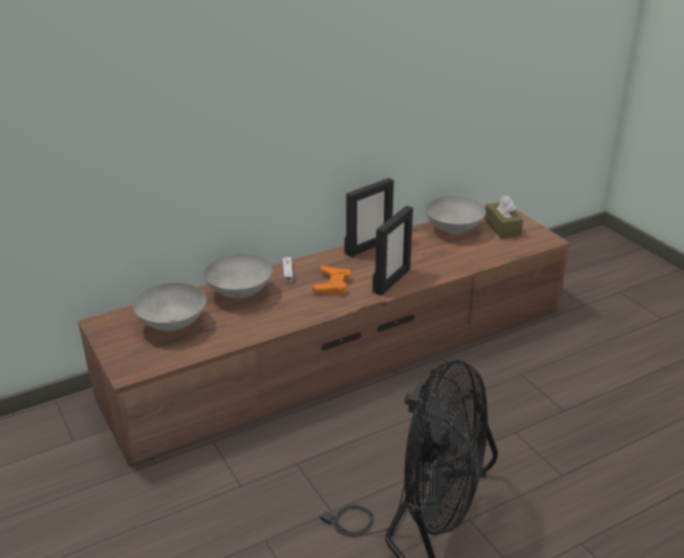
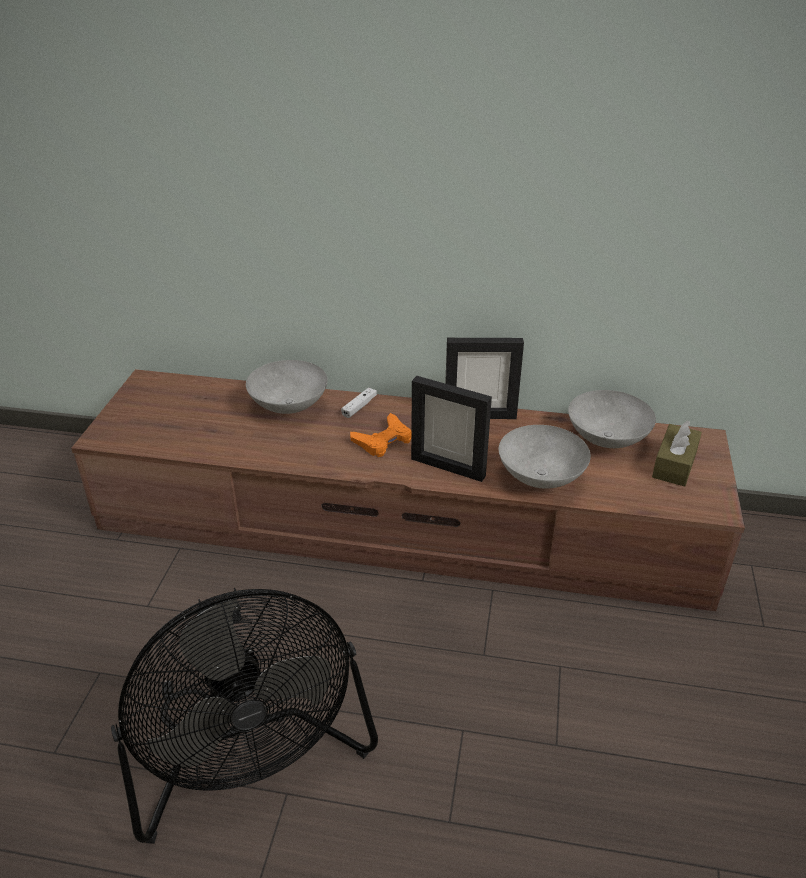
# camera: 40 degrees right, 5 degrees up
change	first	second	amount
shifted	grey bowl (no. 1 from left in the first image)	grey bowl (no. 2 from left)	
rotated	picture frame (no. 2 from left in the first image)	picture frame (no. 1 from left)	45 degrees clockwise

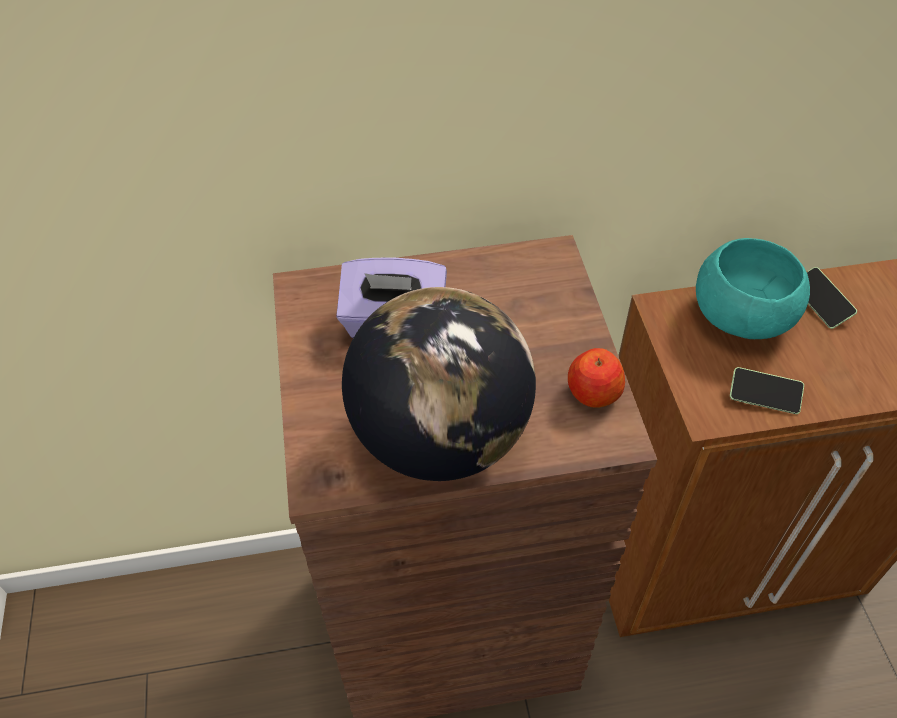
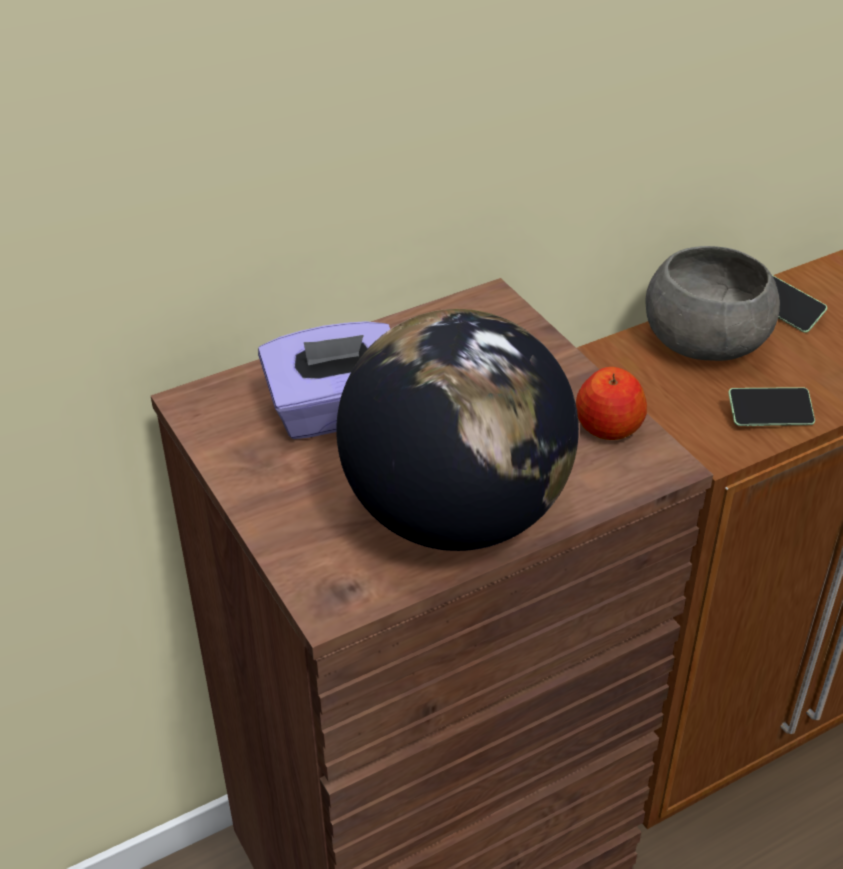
# camera: 20 degrees left, 10 degrees down
change	first	second	amount
repainted	turquoise bowl	grey bowl	

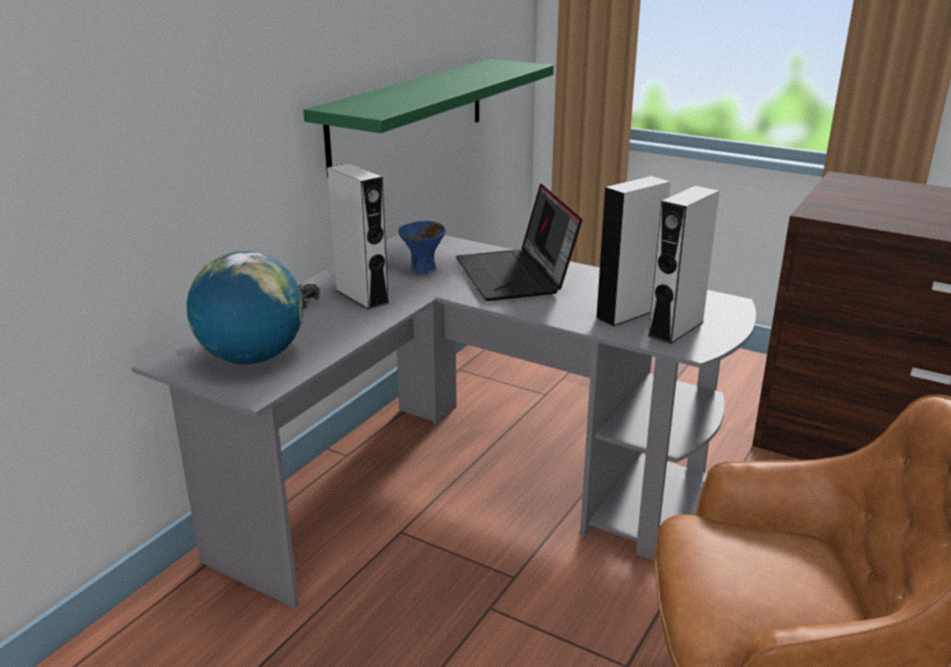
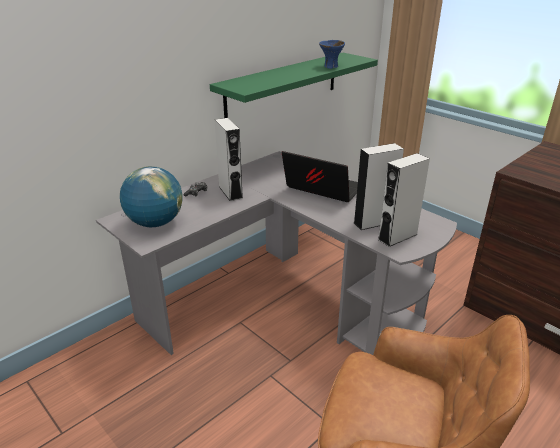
# camera: 15 degrees right, 5 degrees up
change	first	second	amount
shifted	blue bowl		
rotated	laptop		120 degrees clockwise

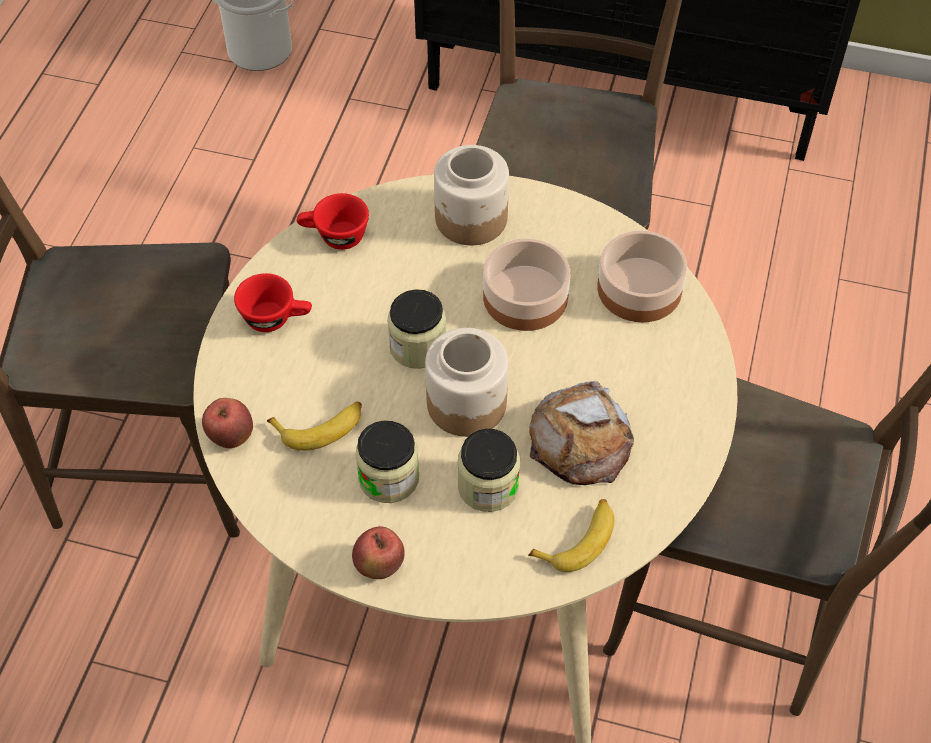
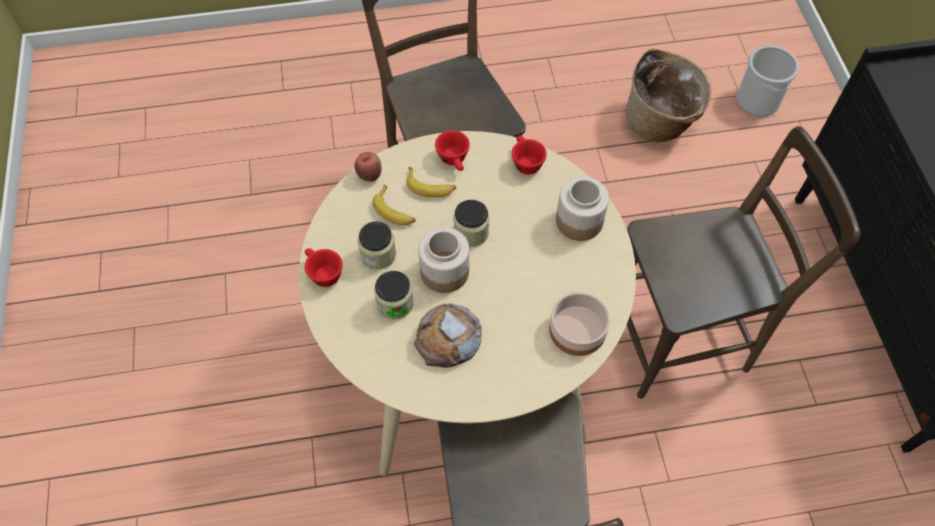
# camera: 65 degrees right, 5 degrees up
change	first	second	amount
gone	bowl (no. 1 from left)		
new		basket	
shifted	banana (no. 2 from left)		
swapped	apple (no. 2 from left)	red cup (no. 1 from left)	

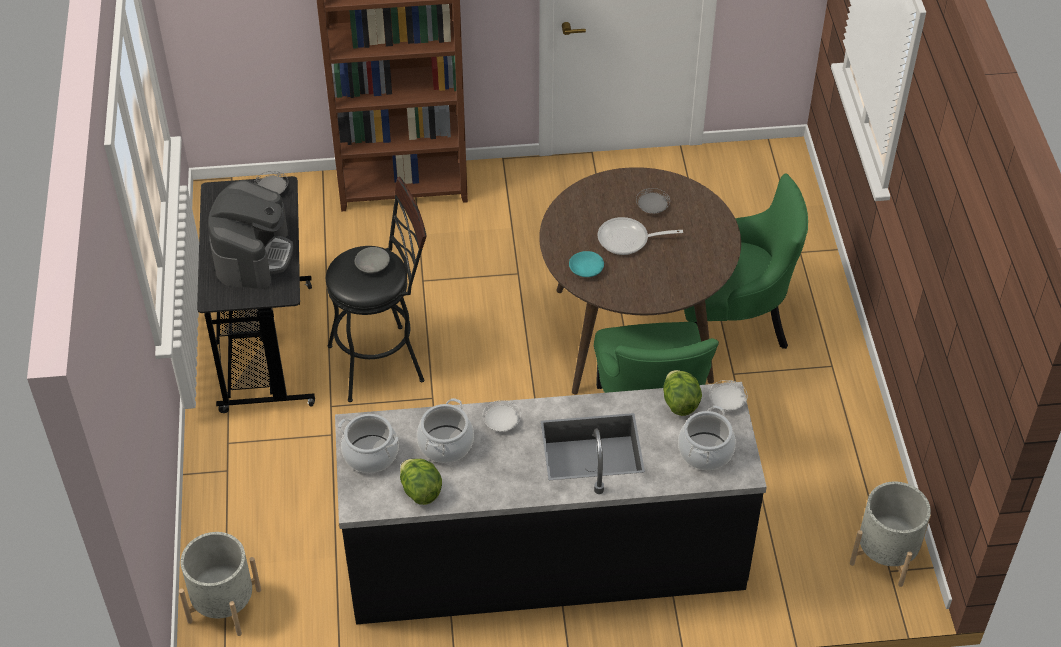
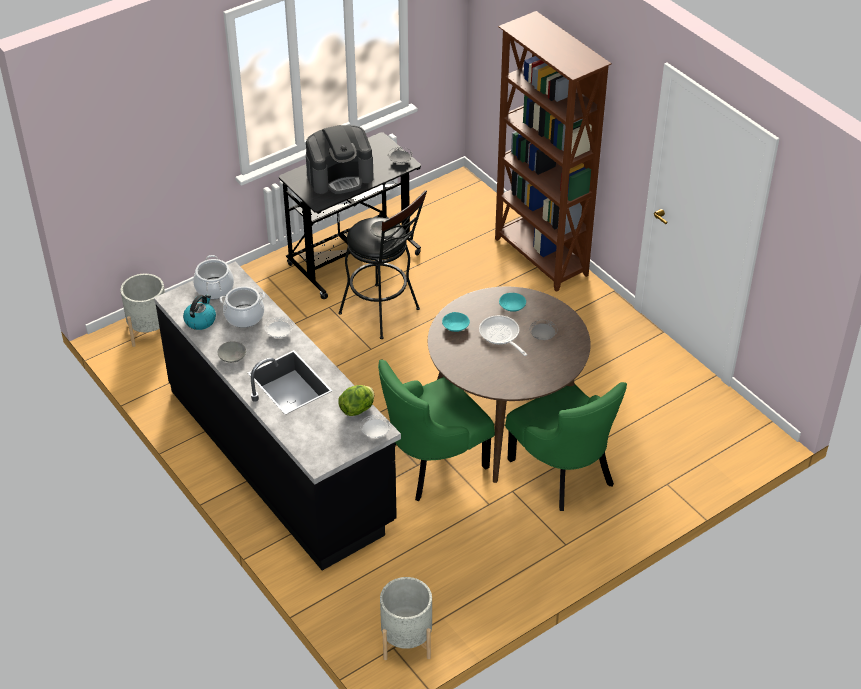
# camera: 60 degrees right, 5 degrees down
change	first	second	amount
gone	cooking pot (no. 3 from left)		
new		grey bowl (no. 1 from left)	
new		turquoise bowl (no. 2 from left)	
swapped	lettuce (no. 1 from left)	kettle	

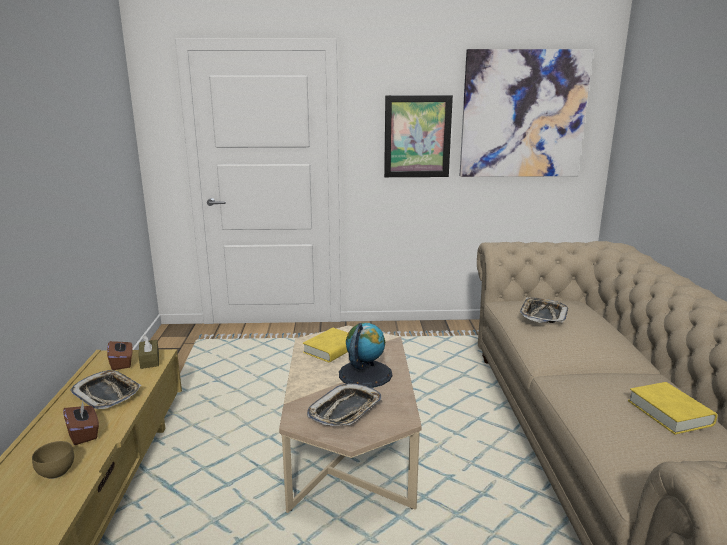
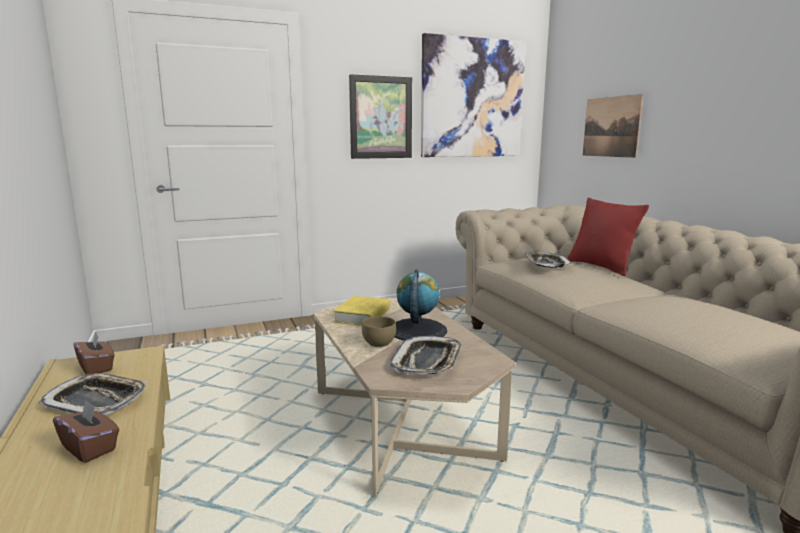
# camera: 20 degrees left, 5 degrees down
change	first	second	amount
gone	brown tissue box (no. 3 from left)		
gone	yellow book (no. 2 from left)		
new		red pillow	
new		picture (no. 3 from left)	
shifted	brown bowl		

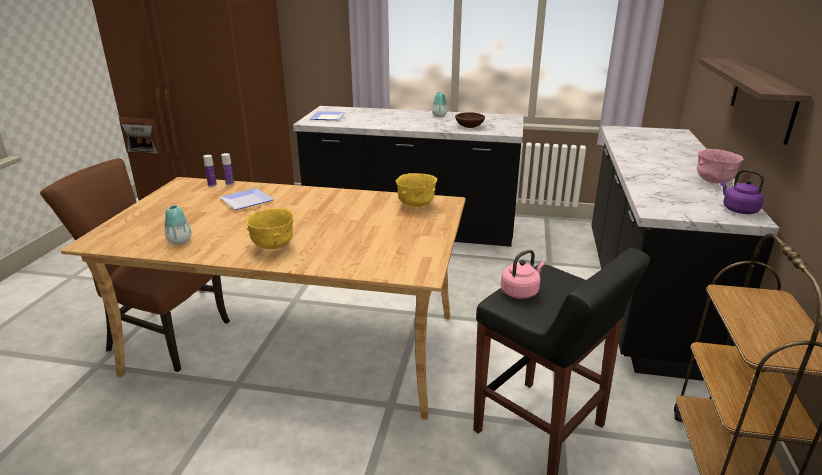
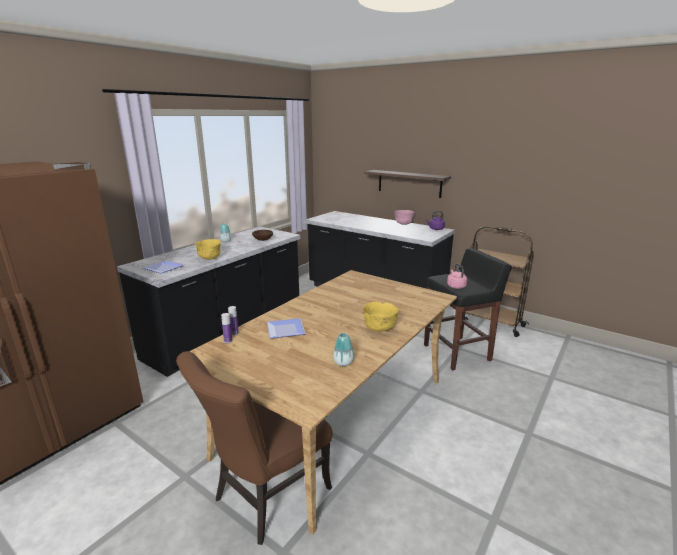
# camera: 65 degrees left, 5 degrees down
change	first	second	amount
shifted	yellow bowl (no. 2 from left in the first image)	yellow bowl (no. 1 from left)	

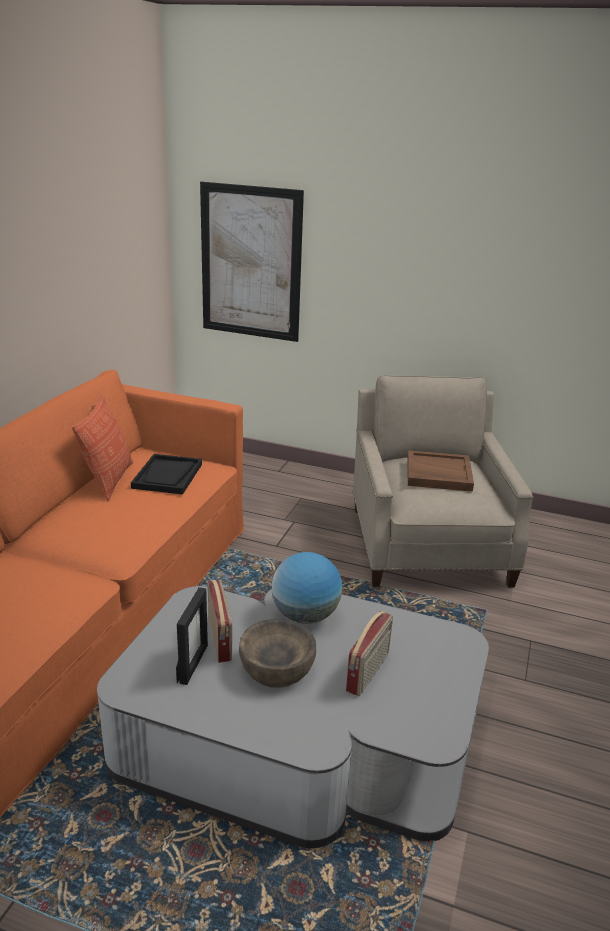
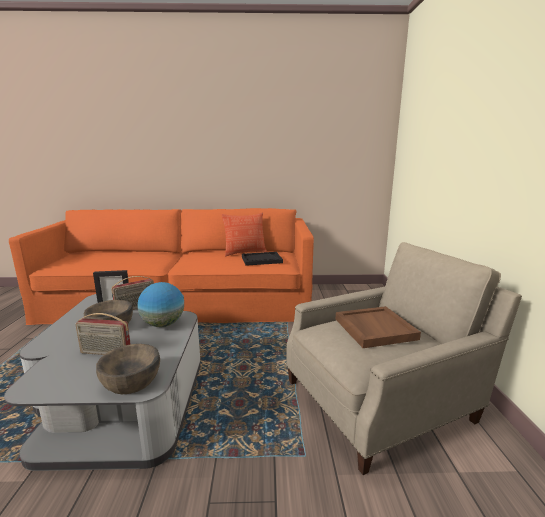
# camera: 70 degrees right, 10 degrees down
change	first	second	amount
gone	picture		
new		brown bowl (no. 2 from left)	

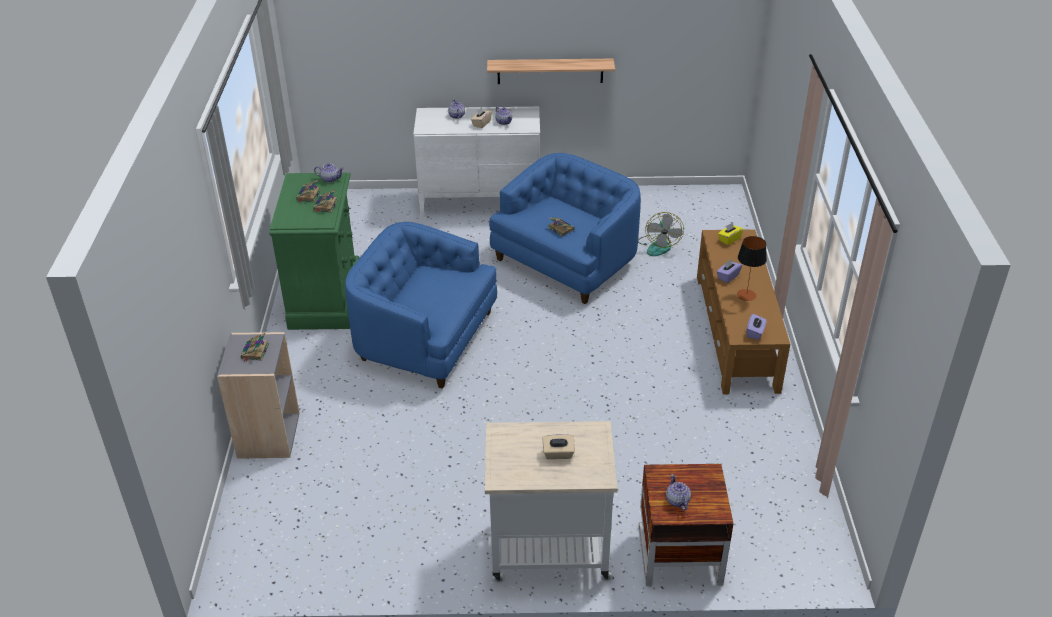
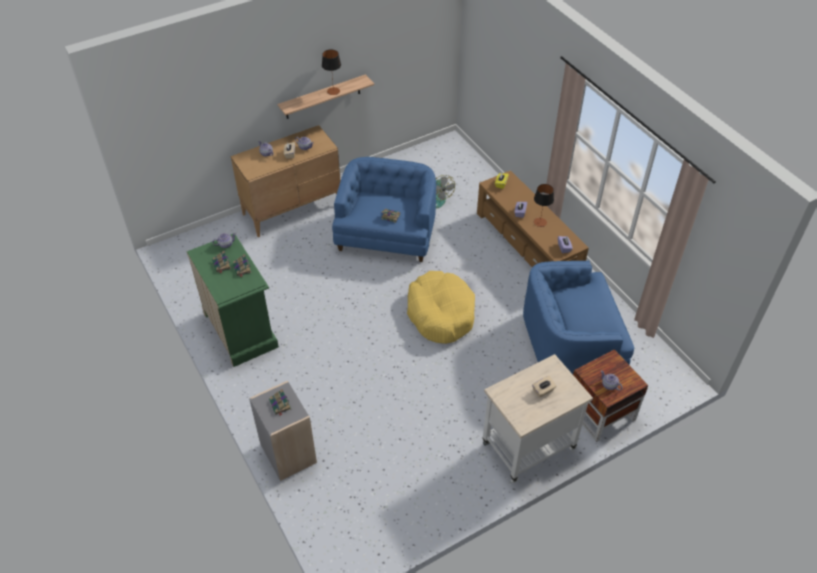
# camera: 30 degrees left, 10 degrees up
change	first	second	amount
new		table lamp (no. 1 from left)	
new		yellow dog bed	
shifted	blue armchair (no. 1 from left in the first image)	blue armchair (no. 2 from left)	
repainted	white cabinet	brown cabinet	

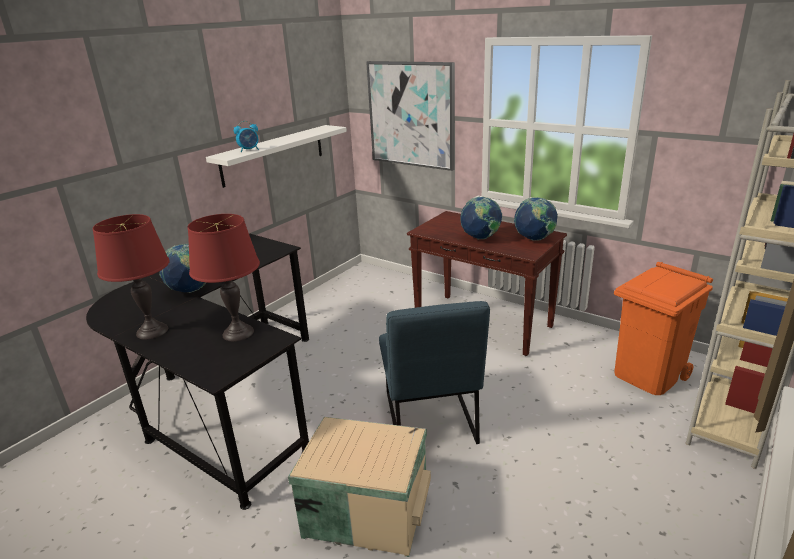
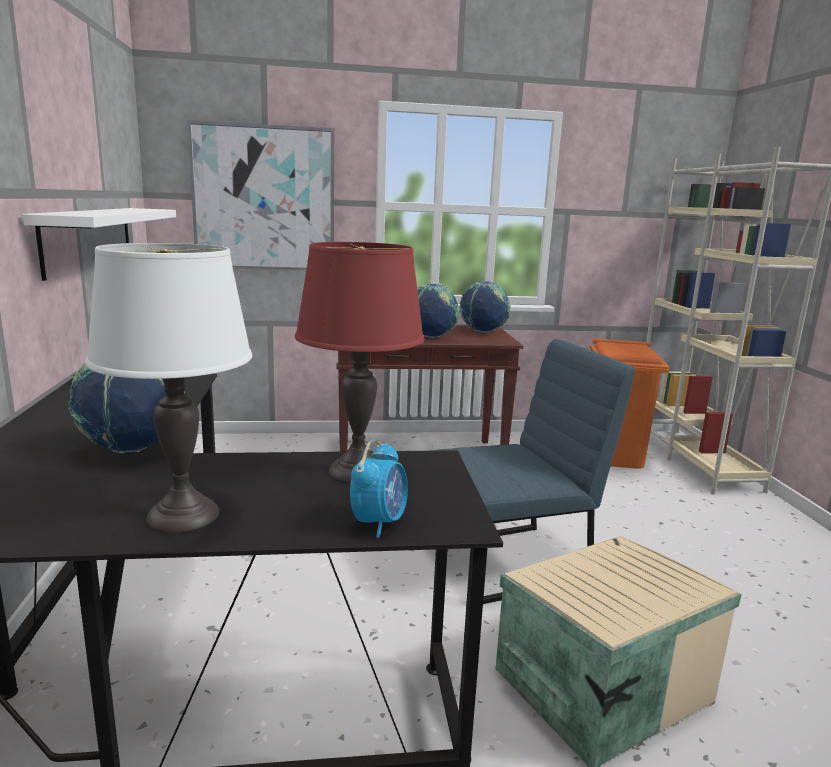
# camera: 45 degrees left, 10 degrees down
change	first	second	amount
shifted	alarm clock		
repainted	red table lamp (no. 1 from left)	white table lamp	
rotated	blue chair		60 degrees counterclockwise

